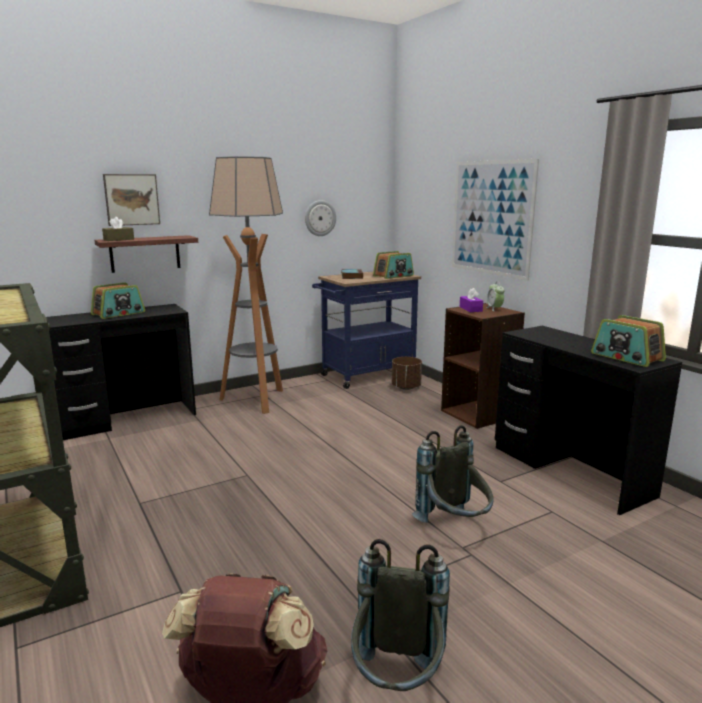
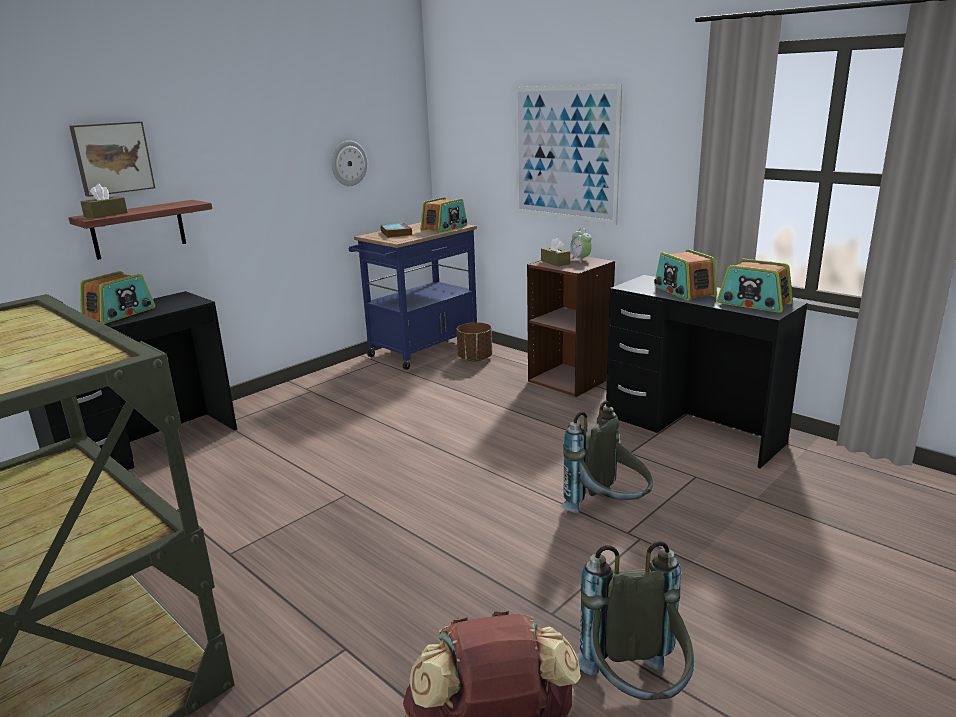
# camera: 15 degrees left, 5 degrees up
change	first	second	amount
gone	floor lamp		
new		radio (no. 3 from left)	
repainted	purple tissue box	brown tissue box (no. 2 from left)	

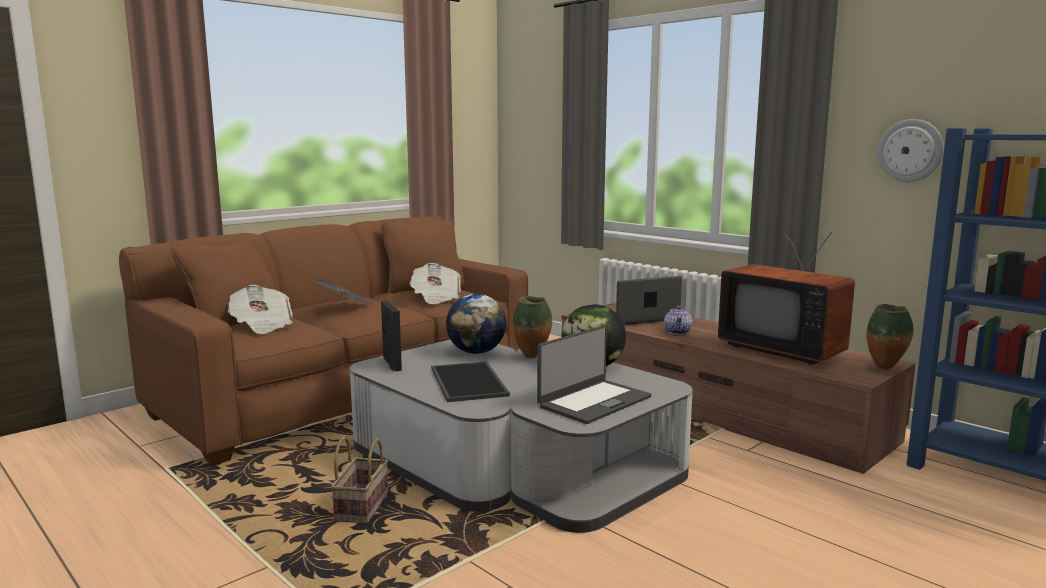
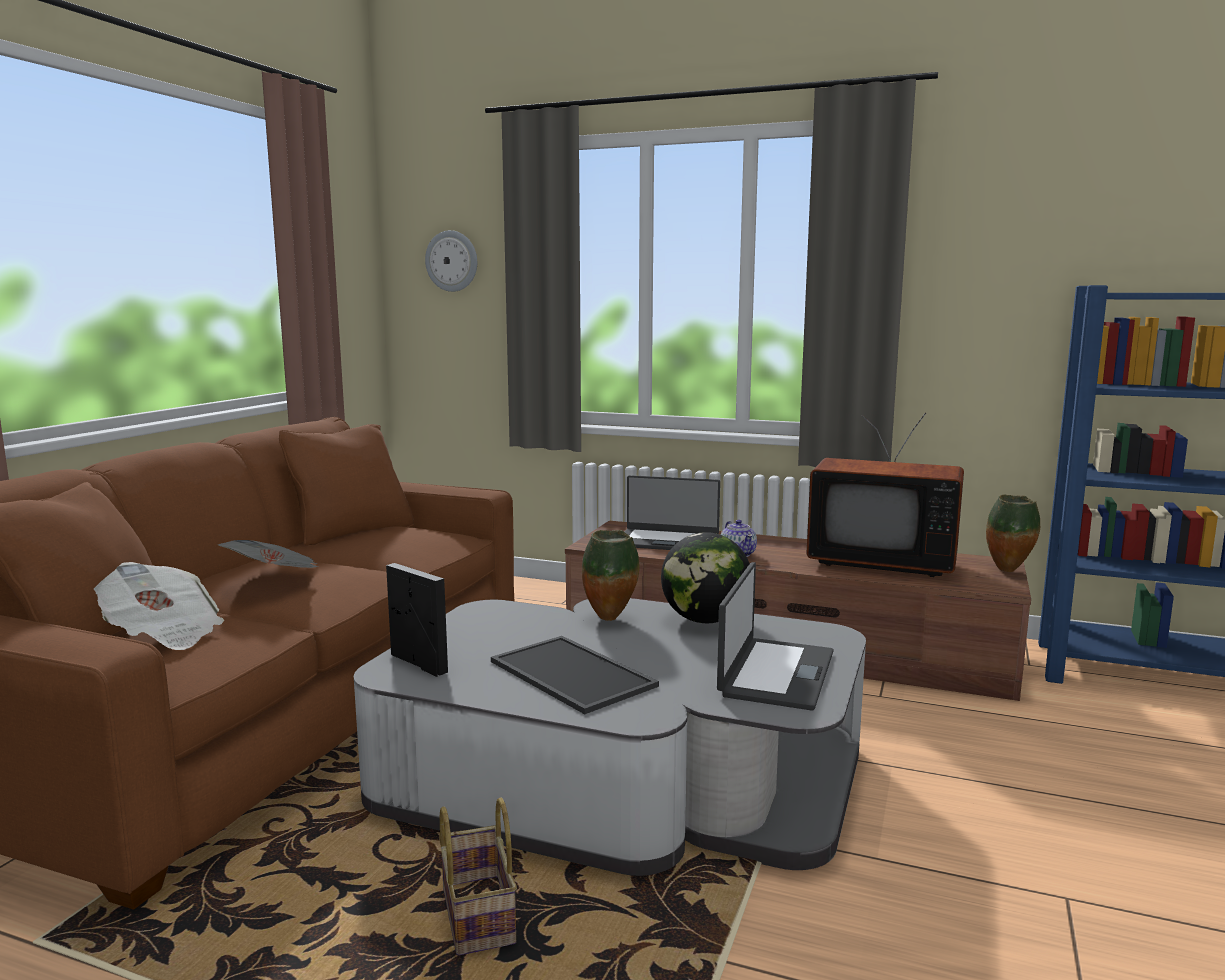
# camera: 25 degrees left, 0 degrees up
change	first	second	amount
gone	newspaper (no. 3 from left)		
gone	globe (no. 1 from left)		
shifted	wall clock		
rotated	laptop (no. 2 from left in the first image)	laptop (no. 1 from left)	120 degrees counterclockwise

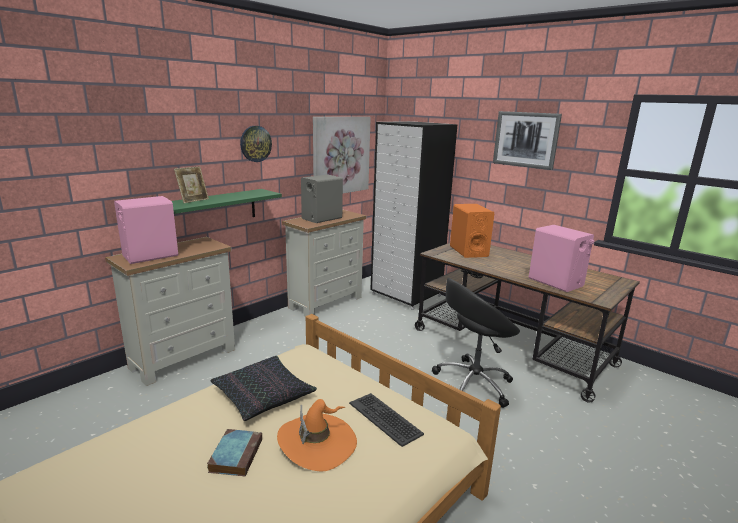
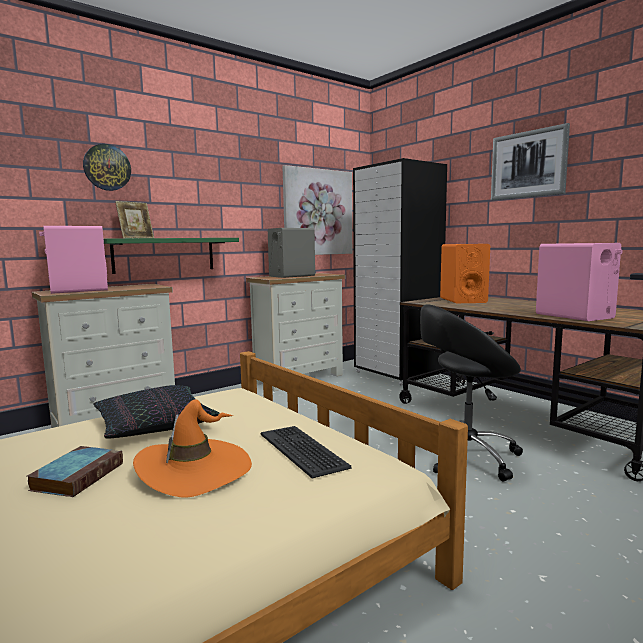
# camera: 10 degrees right, 10 degrees down
change	first	second	amount
shifted	wall clock		

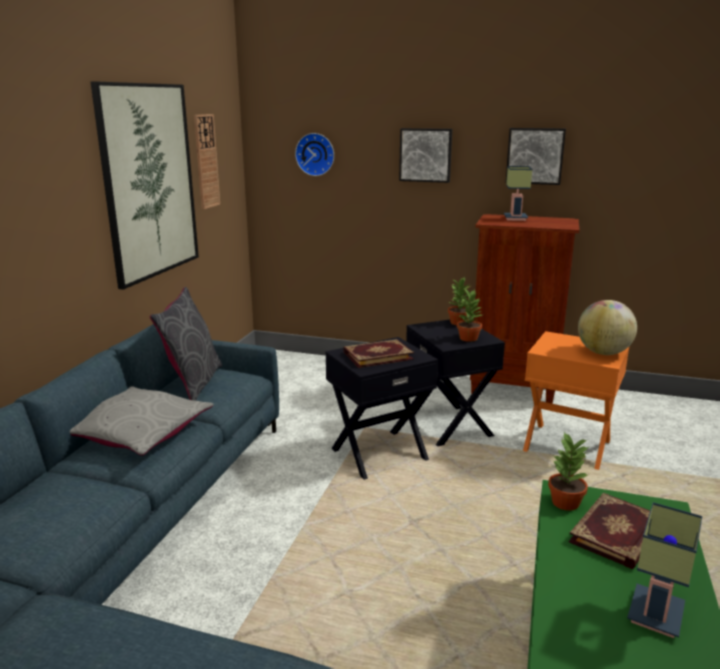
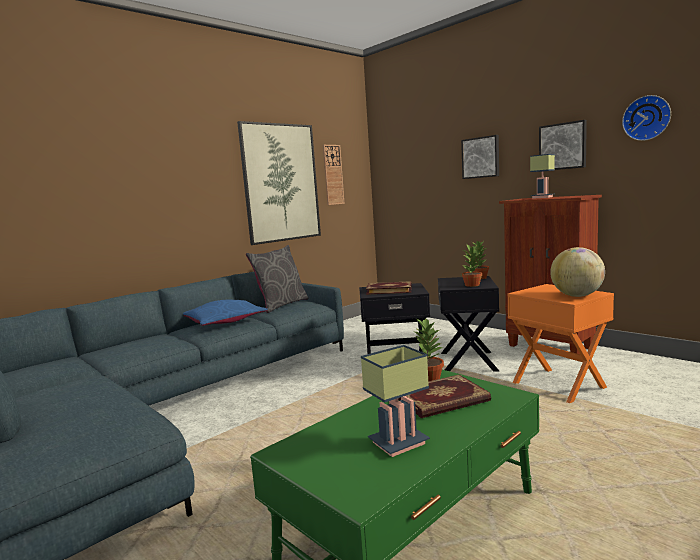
# camera: 30 degrees right, 10 degrees down
change	first	second	amount
shifted	wall clock (no. 2 from left)		
repainted	grey pillow (no. 1 from left)	blue pillow	

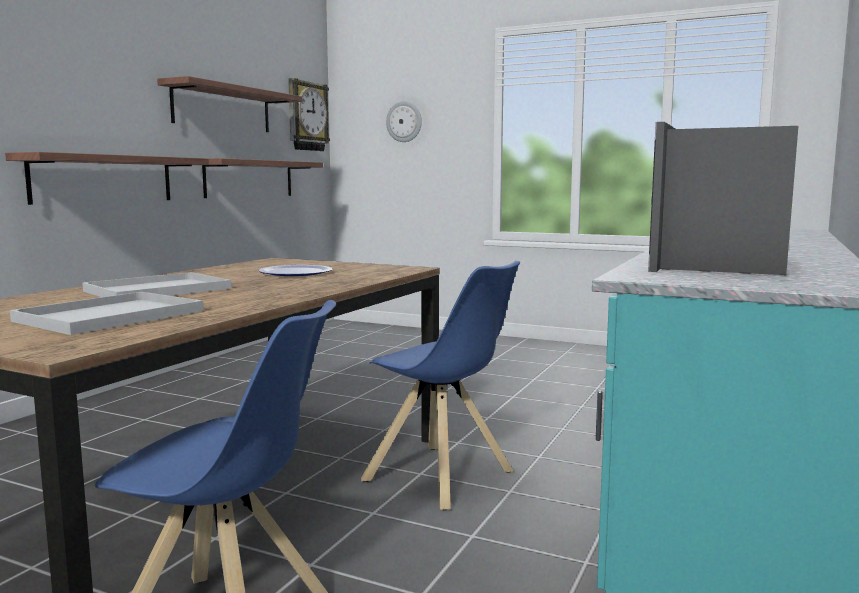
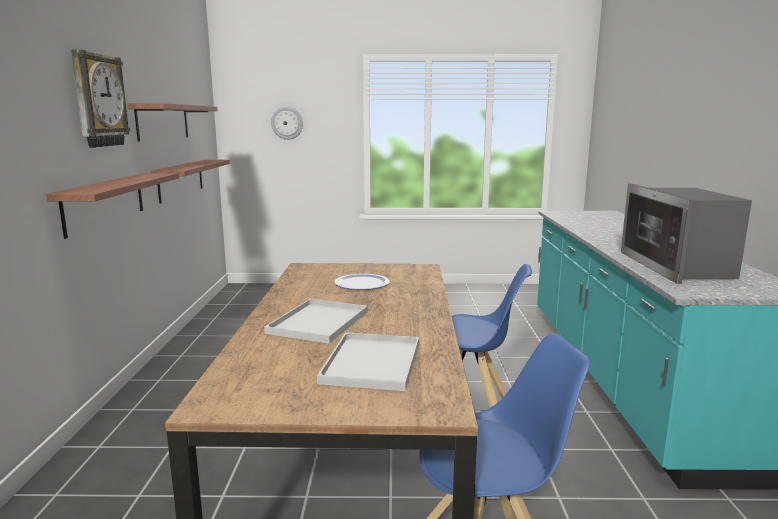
# camera: 25 degrees left, 5 degrees up
change	first	second	amount
shifted	wall clock (no. 1 from left)		

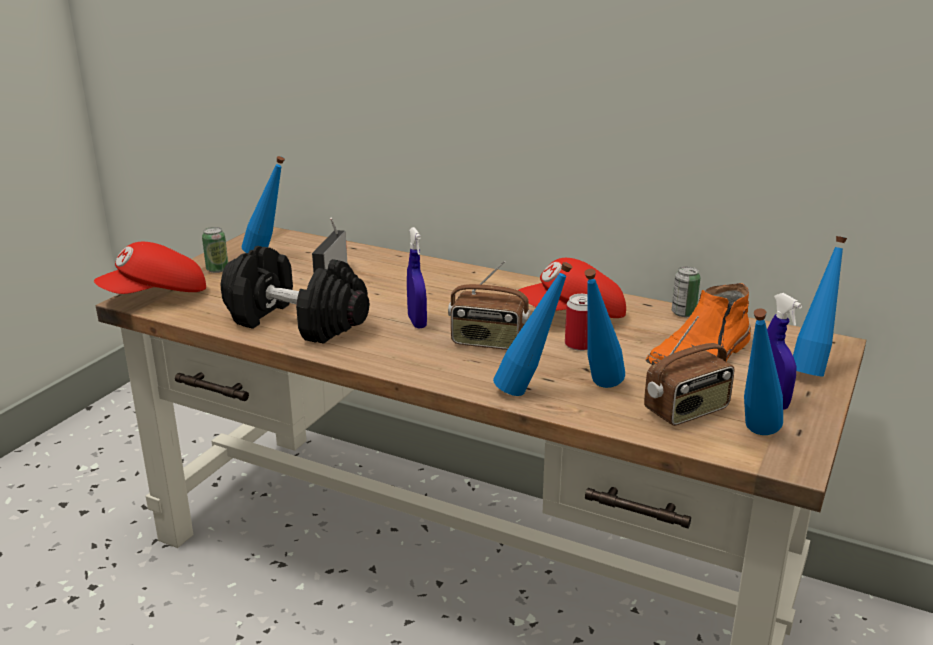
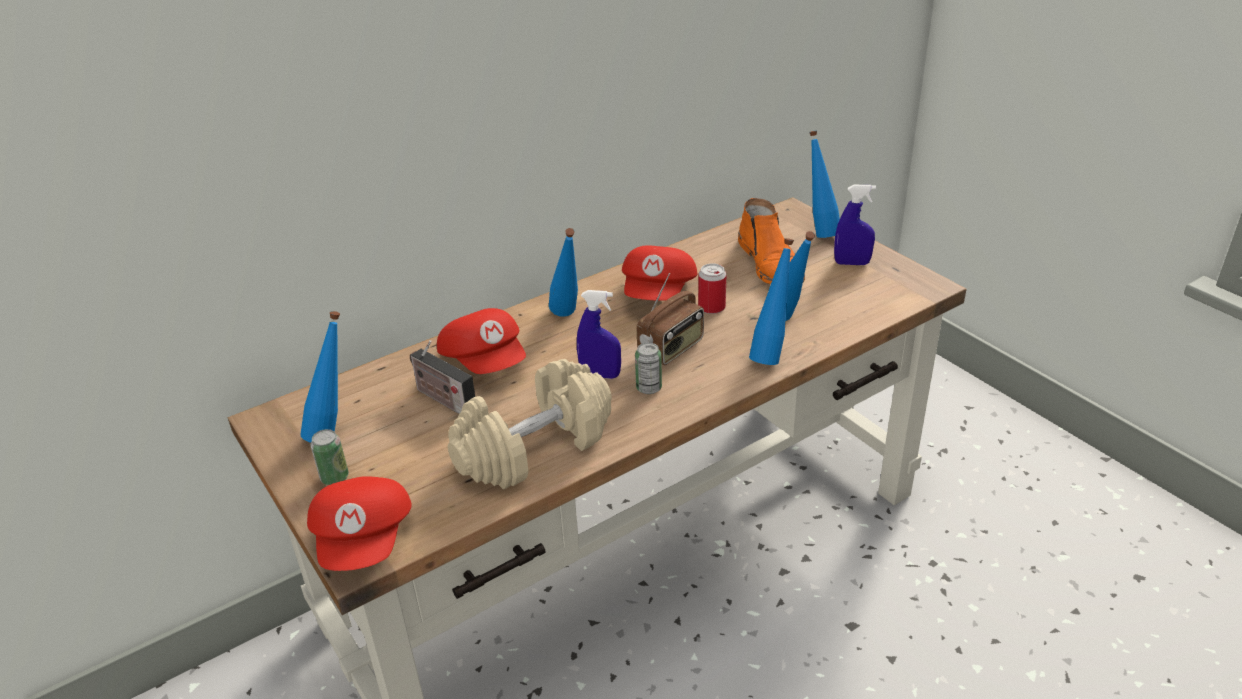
# camera: 60 degrees left, 10 degrees up
change	first	second	amount
gone	radio (no. 3 from left)		
new		red cap (no. 2 from left)	
shifted	can (no. 3 from left in the first image)	can (no. 2 from left)	
shifted	blue bottle (no. 4 from left in the first image)	blue bottle (no. 2 from left)	
repainted	black dumbbell	beige dumbbell	

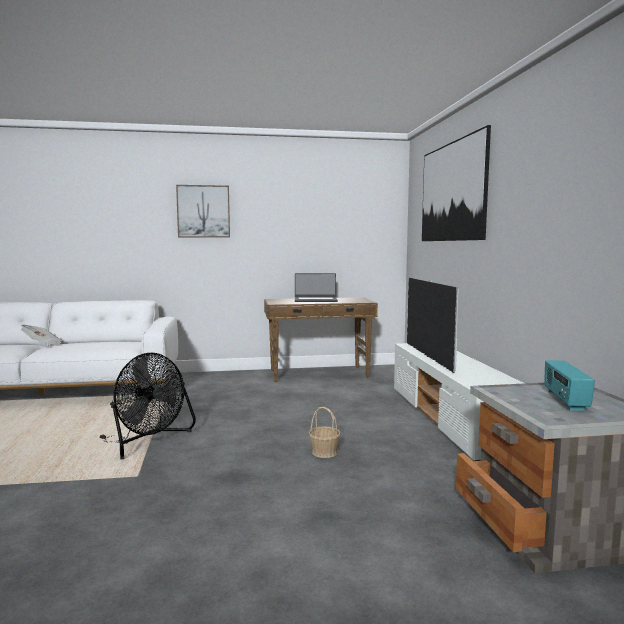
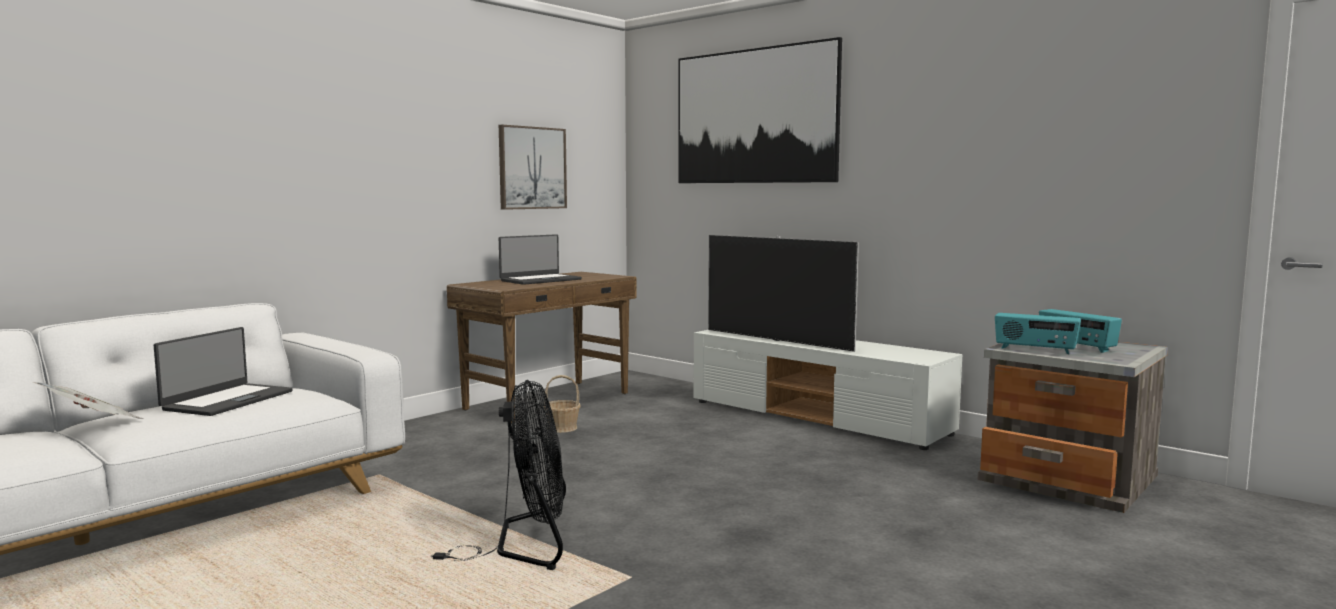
# camera: 40 degrees left, 0 degrees up
change	first	second	amount
new		laptop (no. 1 from left)	
new		radio (no. 1 from left)	
shifted	picture (no. 1 from left)		
shifted	basket		

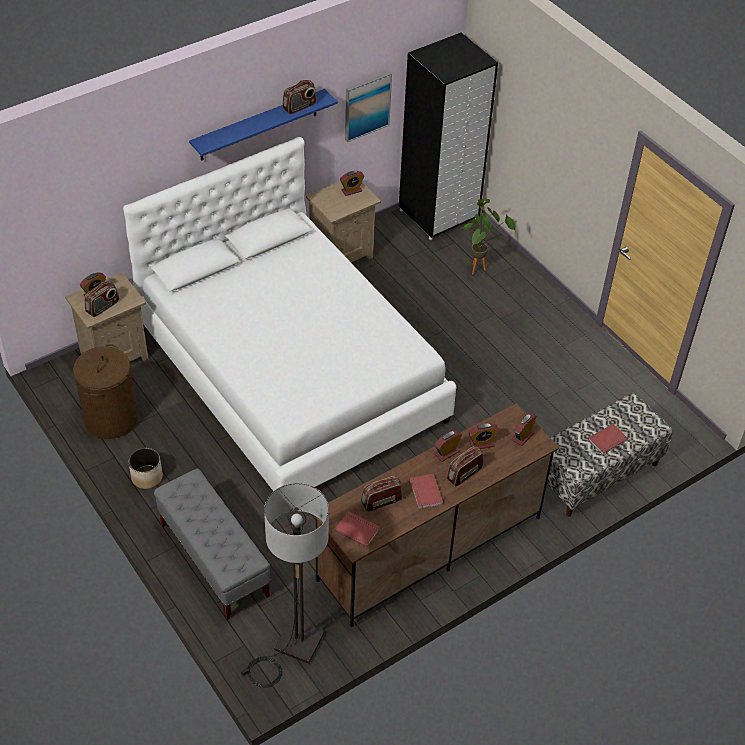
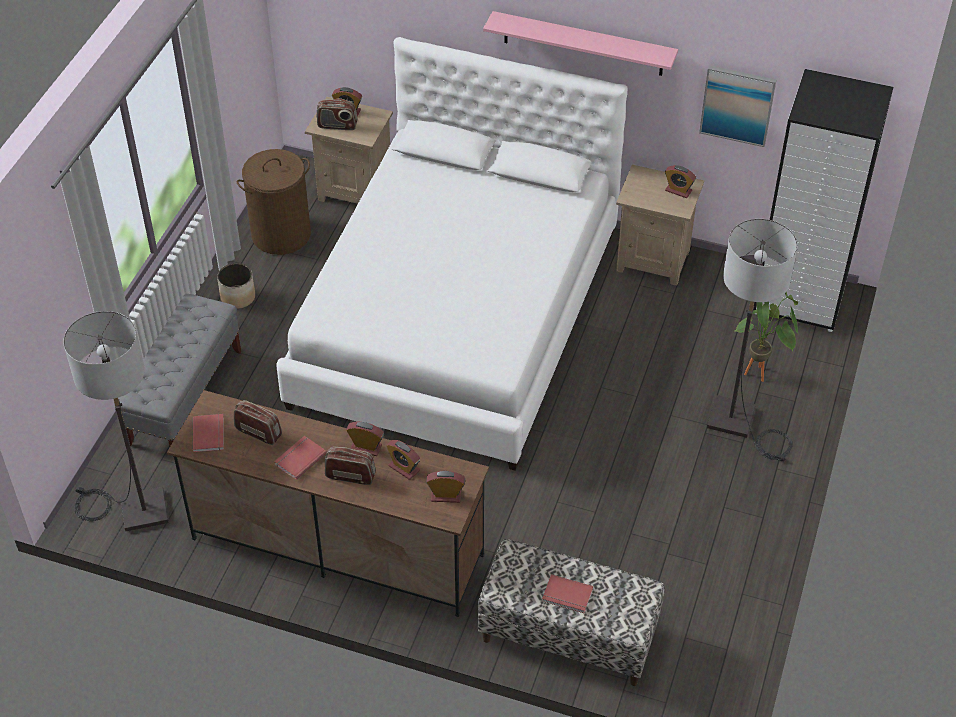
# camera: 55 degrees right, 0 degrees up
change	first	second	amount
gone	radio (no. 2 from left)		
new		floor lamp (no. 2 from left)	
repainted	blue shelf	pink shelf	

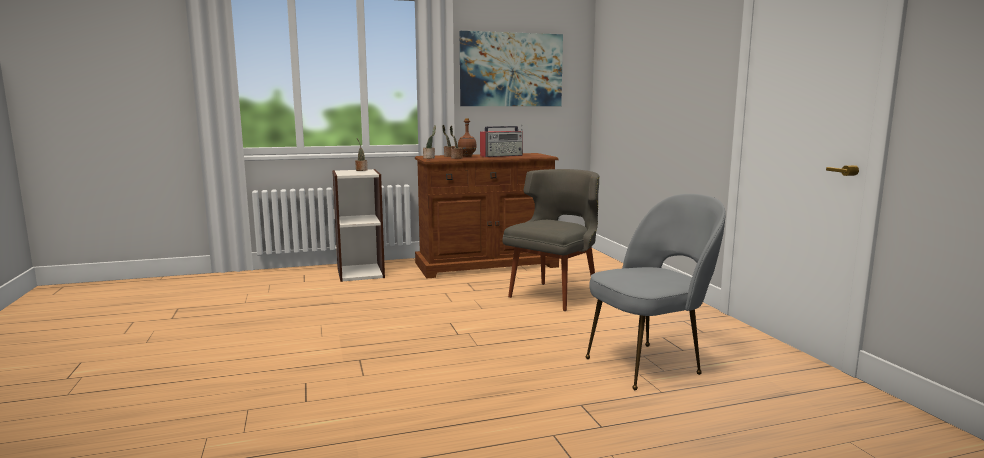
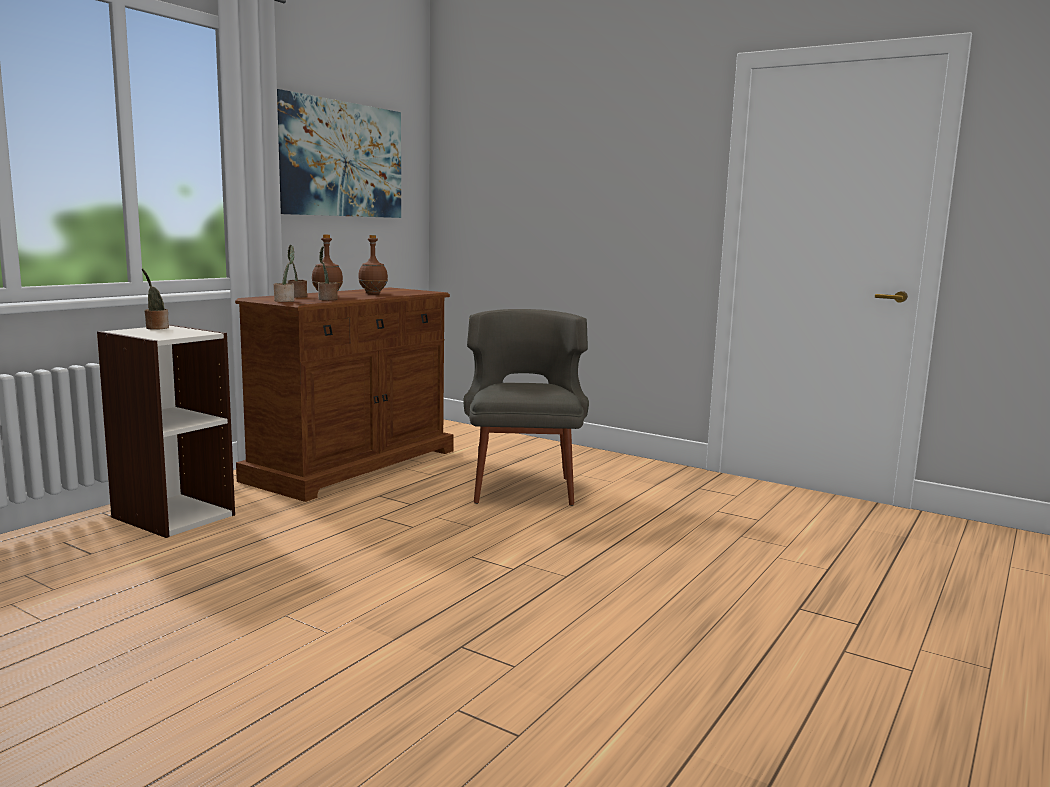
# camera: 40 degrees left, 0 degrees up
change	first	second	amount
gone	grey chair (no. 2 from left)		
swapped	radio	brown bottle (no. 2 from left)	

